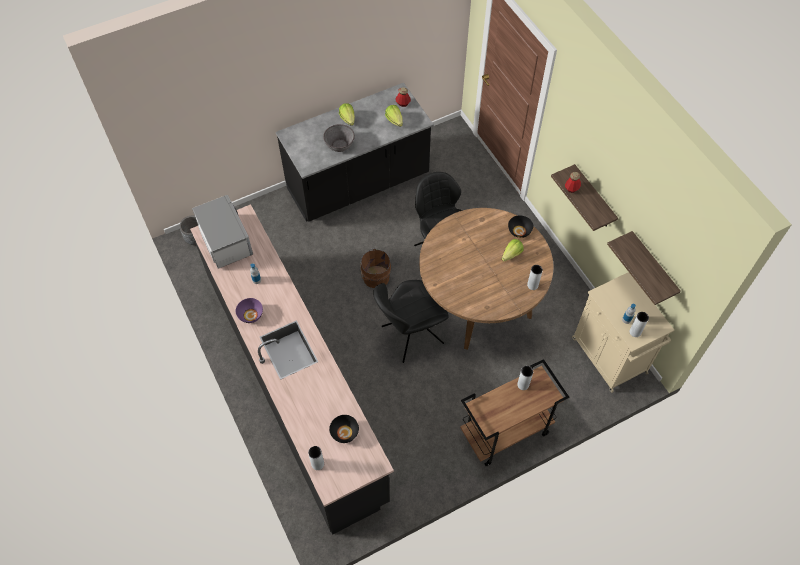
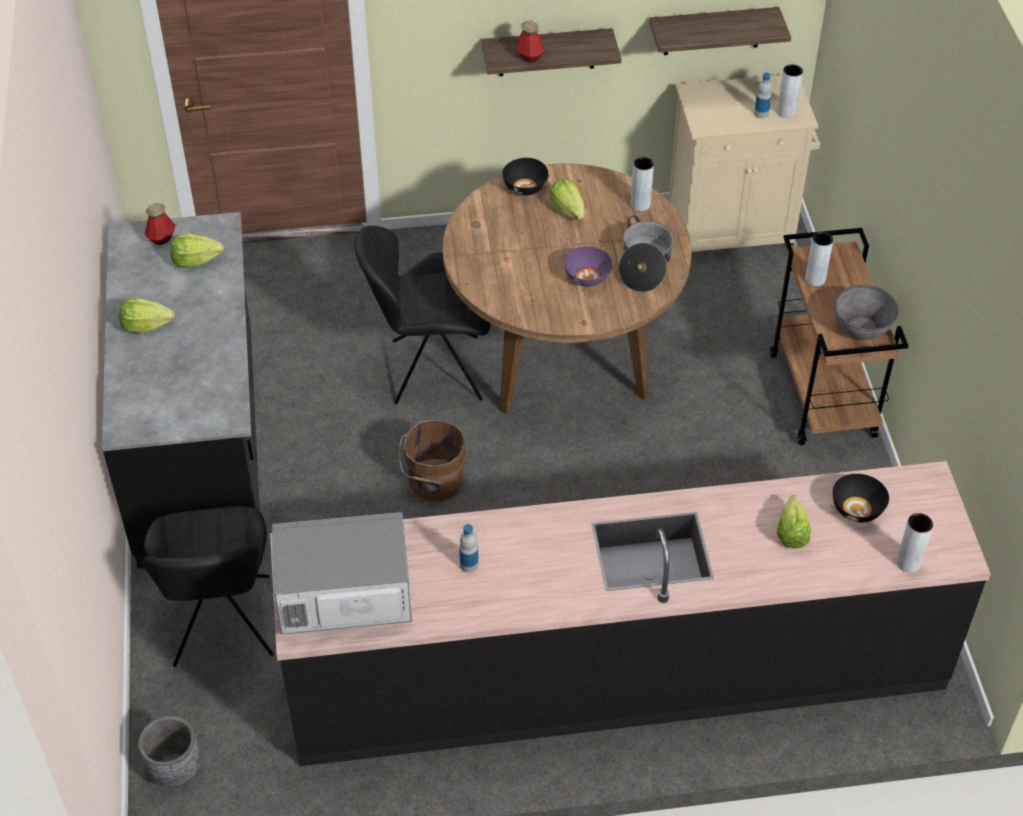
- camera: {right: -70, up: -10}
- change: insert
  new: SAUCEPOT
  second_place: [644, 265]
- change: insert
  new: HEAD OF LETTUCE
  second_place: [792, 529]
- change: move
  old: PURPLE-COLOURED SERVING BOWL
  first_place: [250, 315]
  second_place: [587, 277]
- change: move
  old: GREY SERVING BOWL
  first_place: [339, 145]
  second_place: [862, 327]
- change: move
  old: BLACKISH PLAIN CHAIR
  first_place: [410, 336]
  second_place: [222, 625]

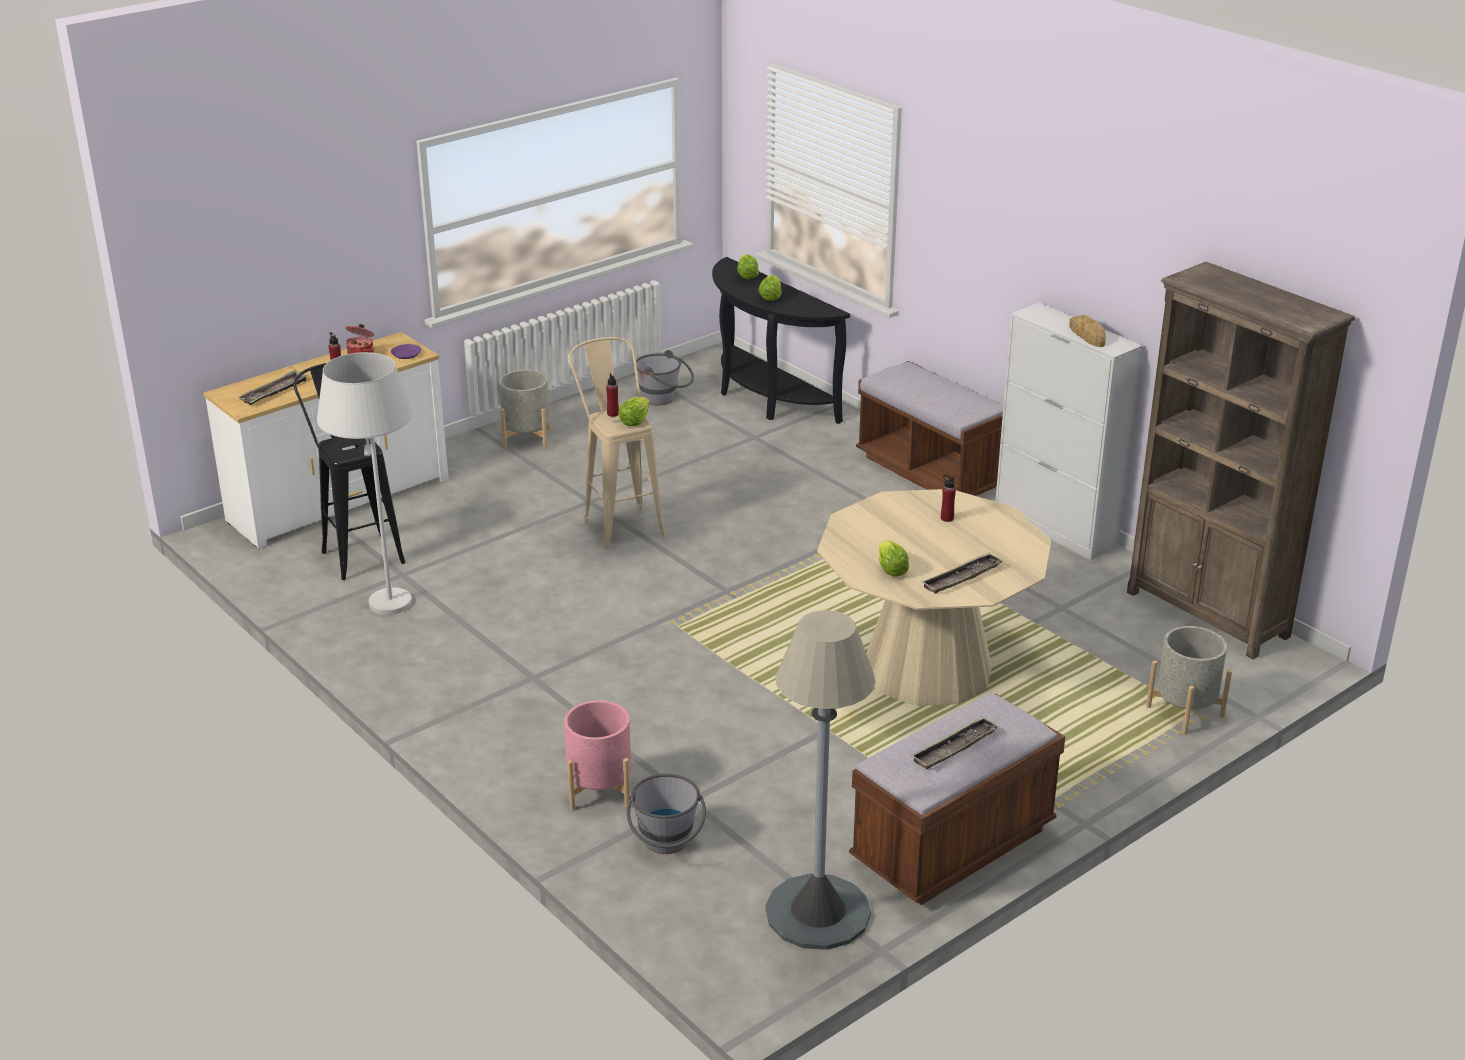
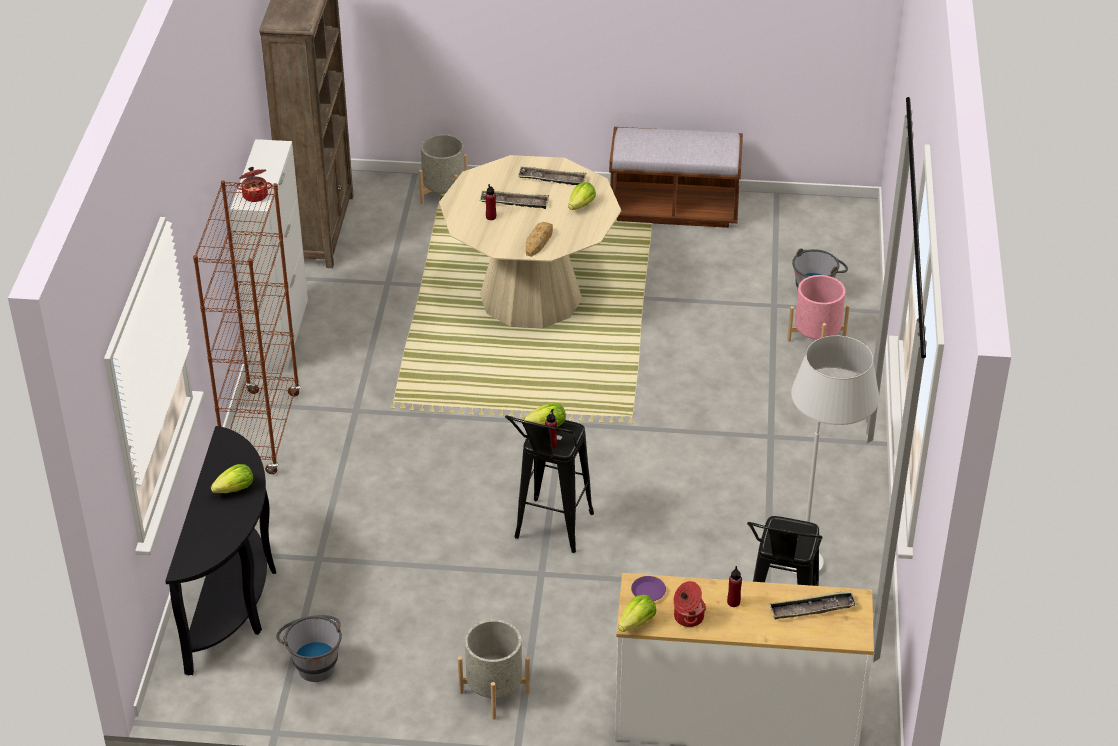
- camera: {right: -135, up: 10}
- change: delete
  old: GREY FLOOR LAMP
  first_place: [818, 913]
- change: insert
  new: SAUCEPOT
  second_place: [255, 195]
- change: move
  old: HEAD OF LETTUCE
  first_place: [747, 276]
  second_place: [637, 623]
- change: move
  old: CARRYING TRAY
  first_place: [954, 748]
  second_place: [514, 203]
- change: move
  old: BREAD
  first_place: [1087, 335]
  second_place: [538, 241]
- change: replace
  old: BROWNISH BENCH
  new: BROWNISH SHELVING UNIT
  first_place: [930, 471]
  second_place: [262, 432]
- change: recolor
  old: BEIGE-COLOURED SITTING STOOL
  new: BLACKISH SITTING STOOL
  first_place: [619, 523]
  second_place: [550, 534]

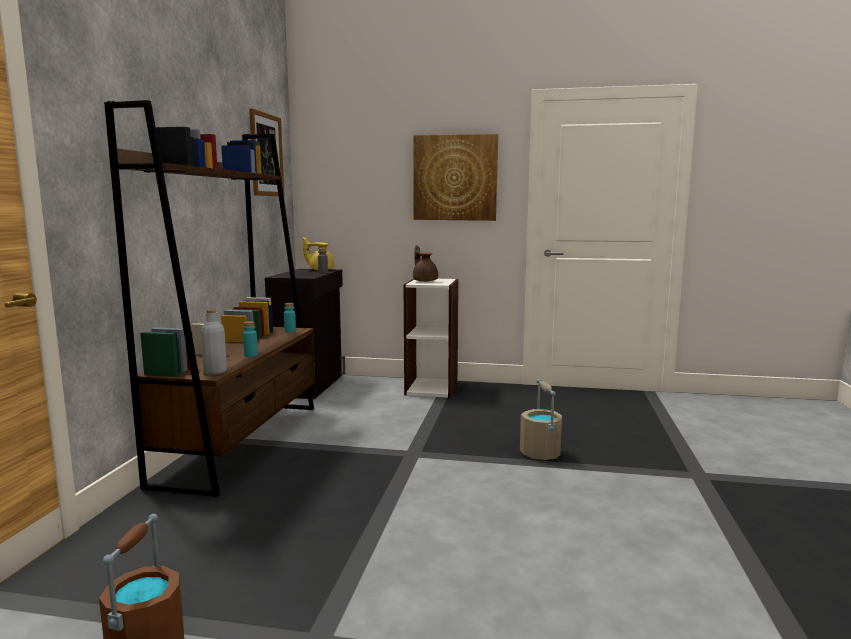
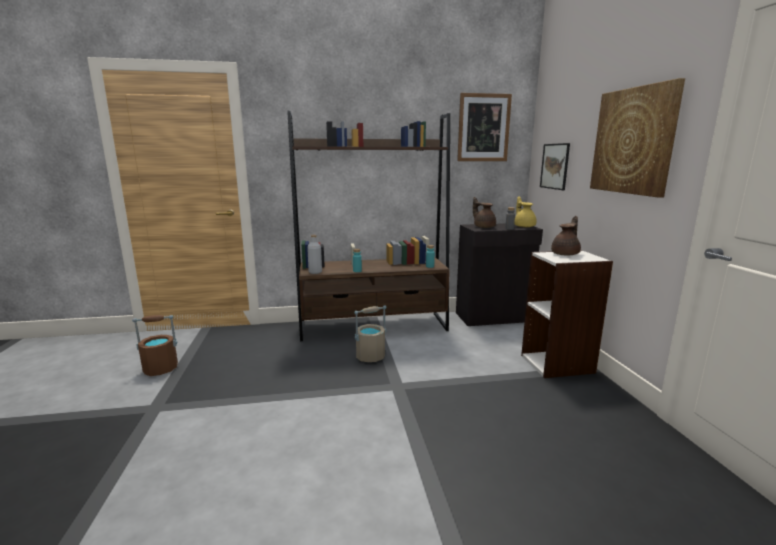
- camera: {right: 70, up: 5}
- change: insert
  new: BROWNISH POT FOR TEA
  second_place: [483, 227]
- change: insert
  new: PICTURE
  second_place: [554, 166]
- change: move
  old: BEIGE-COLOURED BUCKET
  first_place: [541, 453]
  second_place: [370, 356]

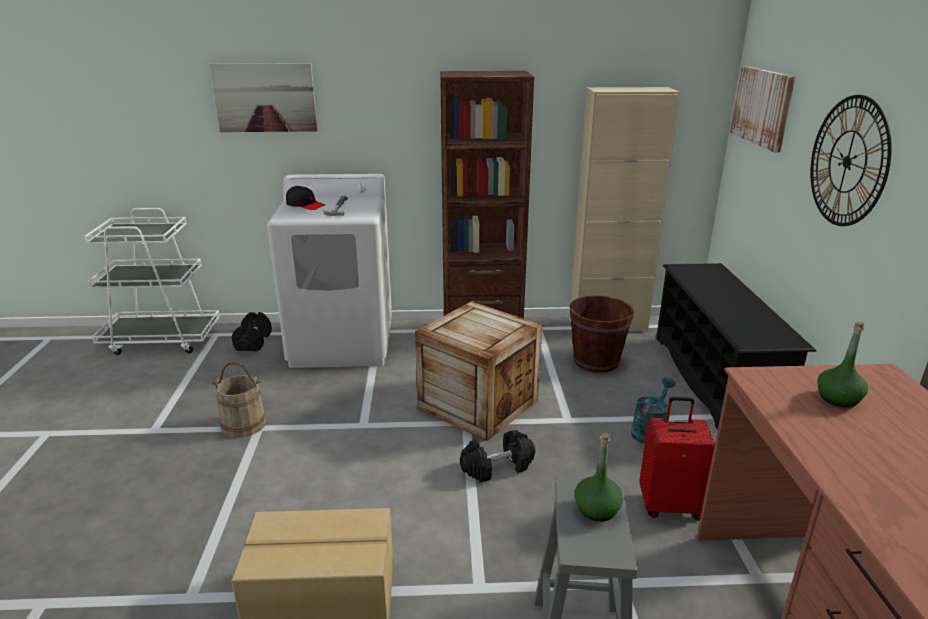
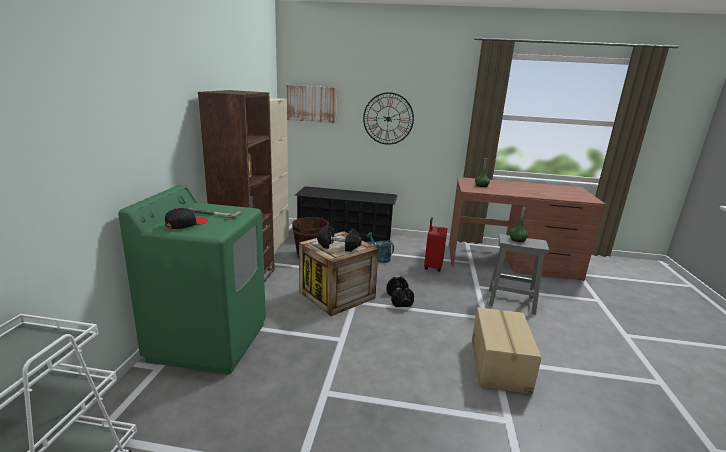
- camera: {right: -80, up: -5}
- change: delete
  old: PICTURE
  first_place: [265, 98]
- change: delete
  old: BEIGE-COLOURED BUCKET
  first_place: [243, 424]
- change: move
  old: BLACKISH FREE WEIGHT
  first_place: [253, 342]
  second_place: [339, 246]
- change: recolor
  old: WHITE WASHING MACHINE
  new: GREENISH WASHING MACHINE
  first_place: [343, 343]
  second_place: [209, 340]

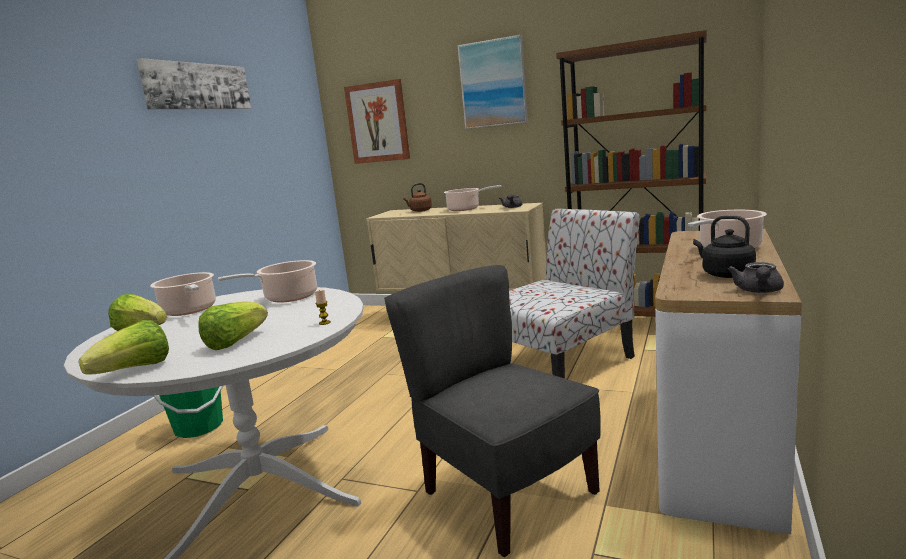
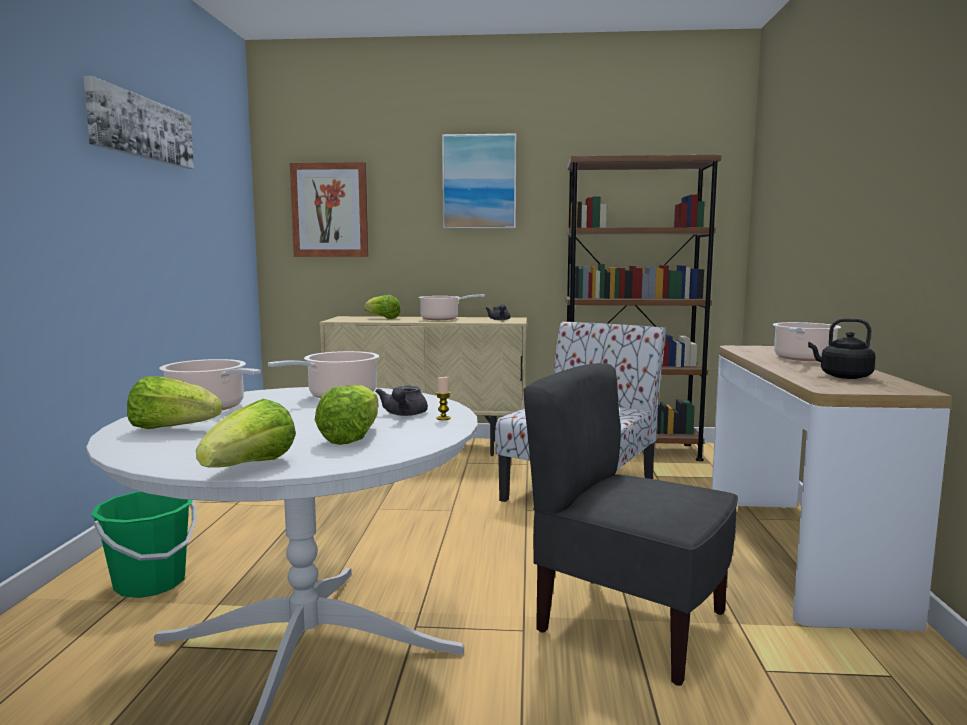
- camera: {right: -20, up: -5}
- change: move
  old: GREY POT FOR TEA
  first_place: [758, 291]
  second_place: [403, 414]
- change: replace
  old: BROWNISH KETTLE
  new: HEAD OF LETTUCE
  first_place: [420, 211]
  second_place: [382, 318]

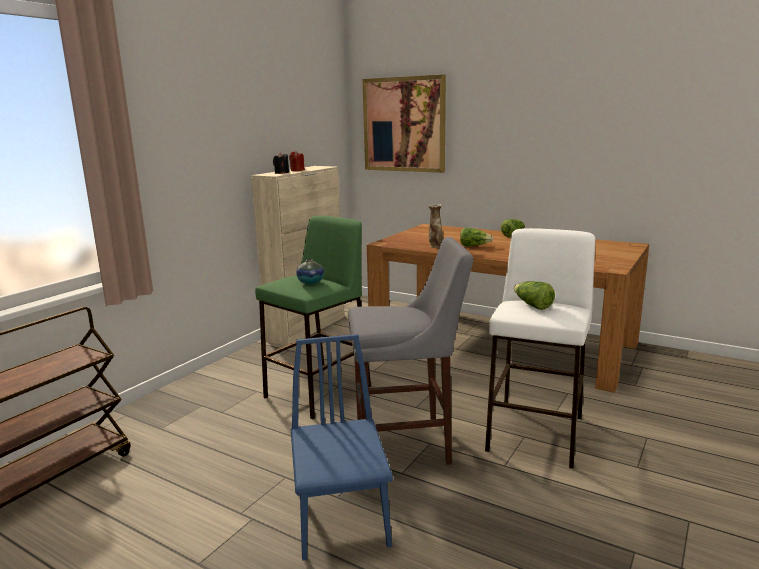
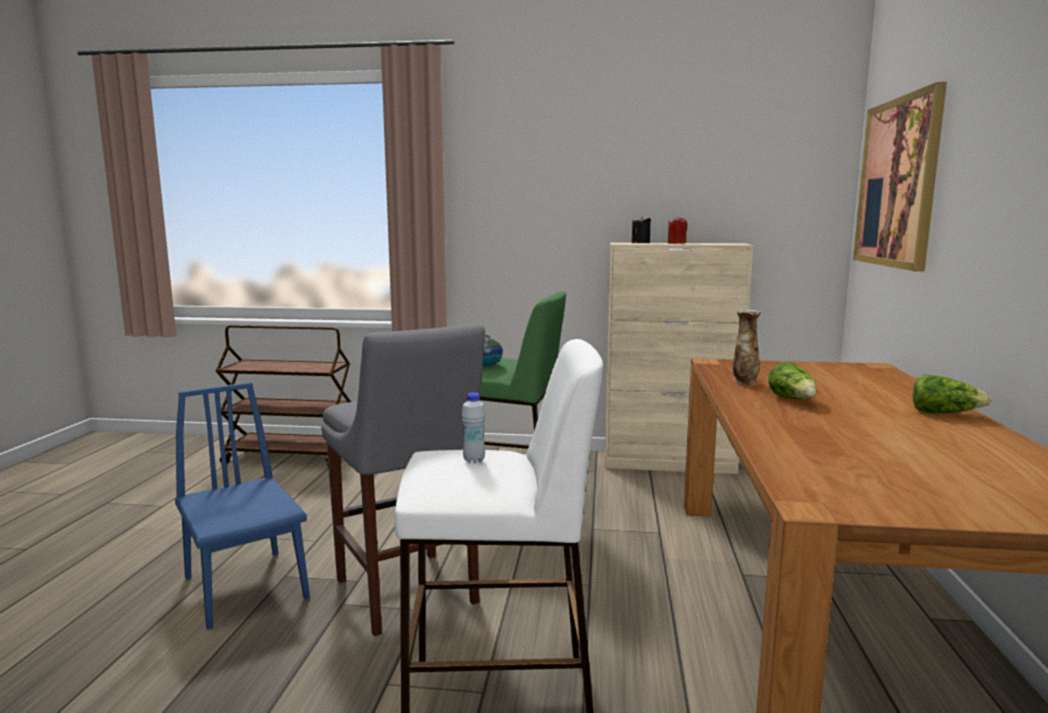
- camera: {right: 65, up: -5}
- change: replace
  old: HEAD OF LETTUCE
  new: WHITE BEVERAGE BOTTLE
  first_place: [532, 305]
  second_place: [474, 460]
- change: rotate
  old: BLUISH PLAIN CHAIR
  first_place: [341, 518]
  second_place: [246, 587]
  degrees: -90

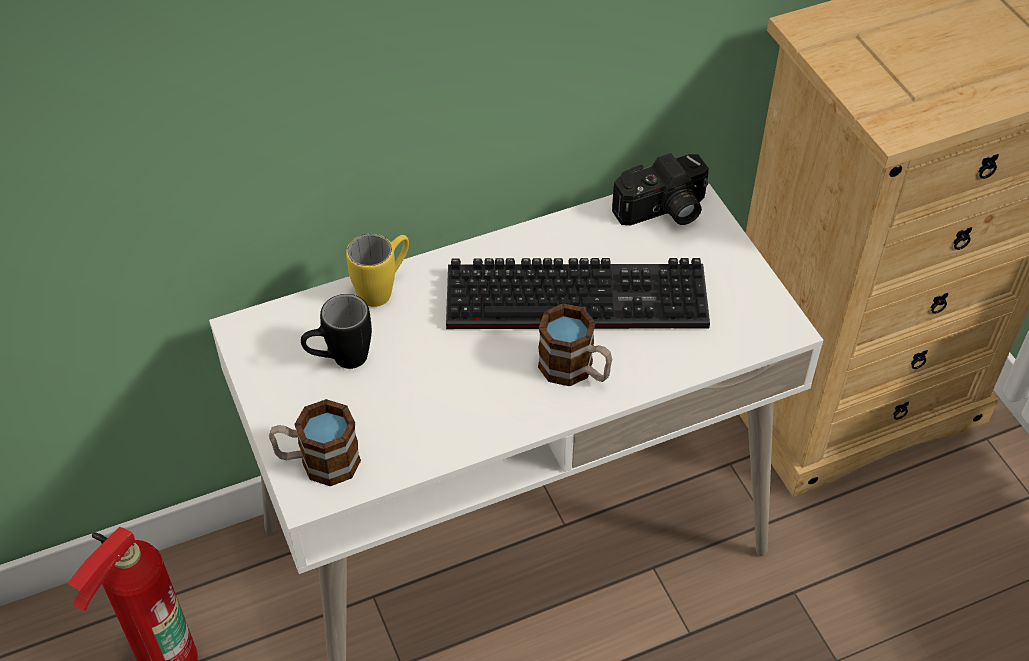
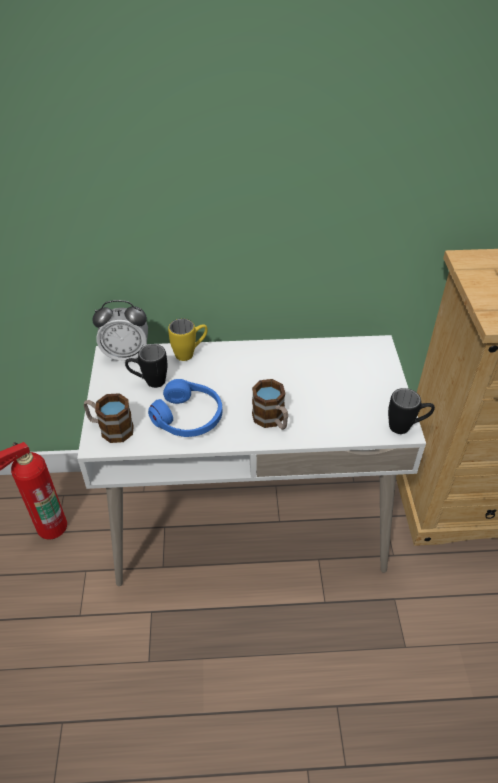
- camera: {right: 20, up: -5}
- change: delete
  old: KEYBOARD
  first_place: [580, 295]
- change: delete
  old: PHOTO CAMERA
  first_place: [663, 211]
- change: insert
  new: TABLE CLOCK
  second_place: [126, 355]
- change: insert
  new: BLUISH HEADPHONES
  second_place: [188, 417]
- change: insert
  new: BLACKISH MUG
  second_place: [406, 427]

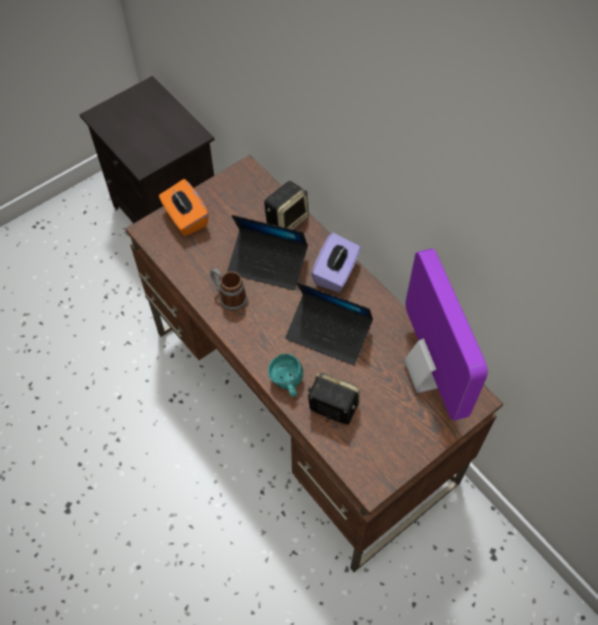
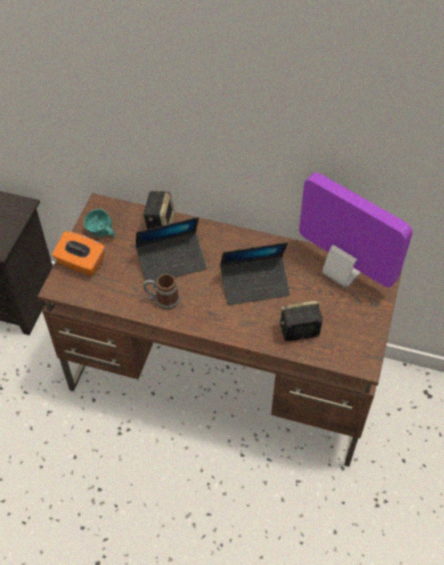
- camera: {right: -35, up: -5}
- change: delete
  old: PURPLE-COLOURED BOX OF TISSUES
  first_place: [335, 273]
- change: move
  old: TURQUOISE MUG
  first_place: [286, 383]
  second_place: [101, 234]

